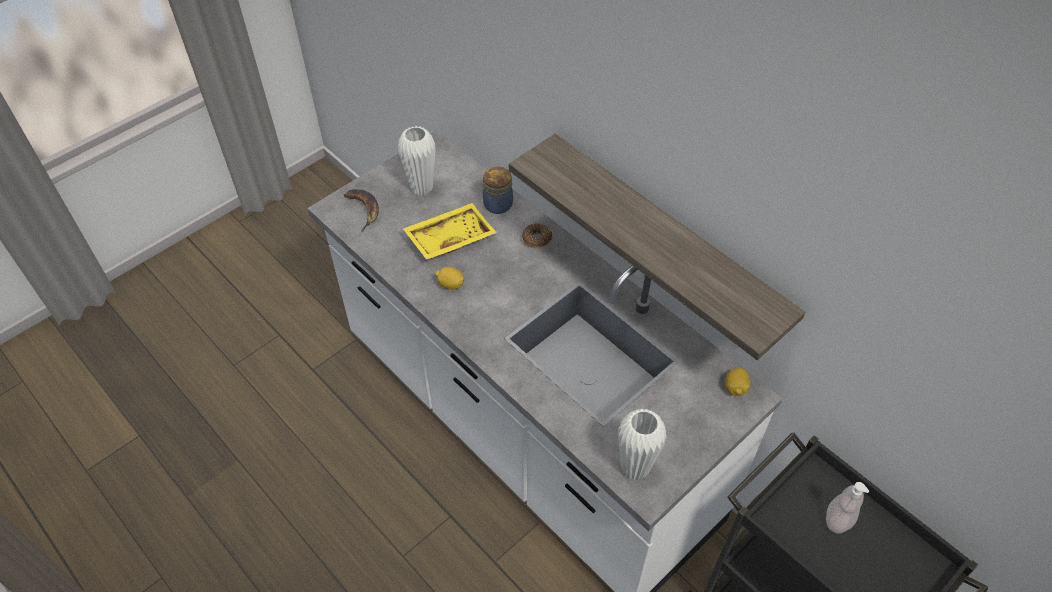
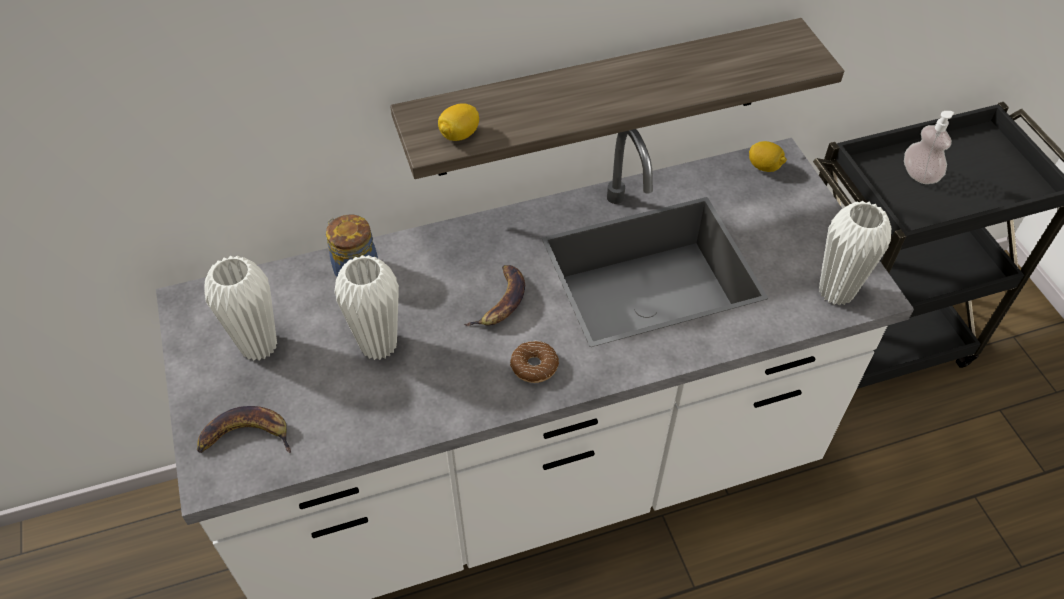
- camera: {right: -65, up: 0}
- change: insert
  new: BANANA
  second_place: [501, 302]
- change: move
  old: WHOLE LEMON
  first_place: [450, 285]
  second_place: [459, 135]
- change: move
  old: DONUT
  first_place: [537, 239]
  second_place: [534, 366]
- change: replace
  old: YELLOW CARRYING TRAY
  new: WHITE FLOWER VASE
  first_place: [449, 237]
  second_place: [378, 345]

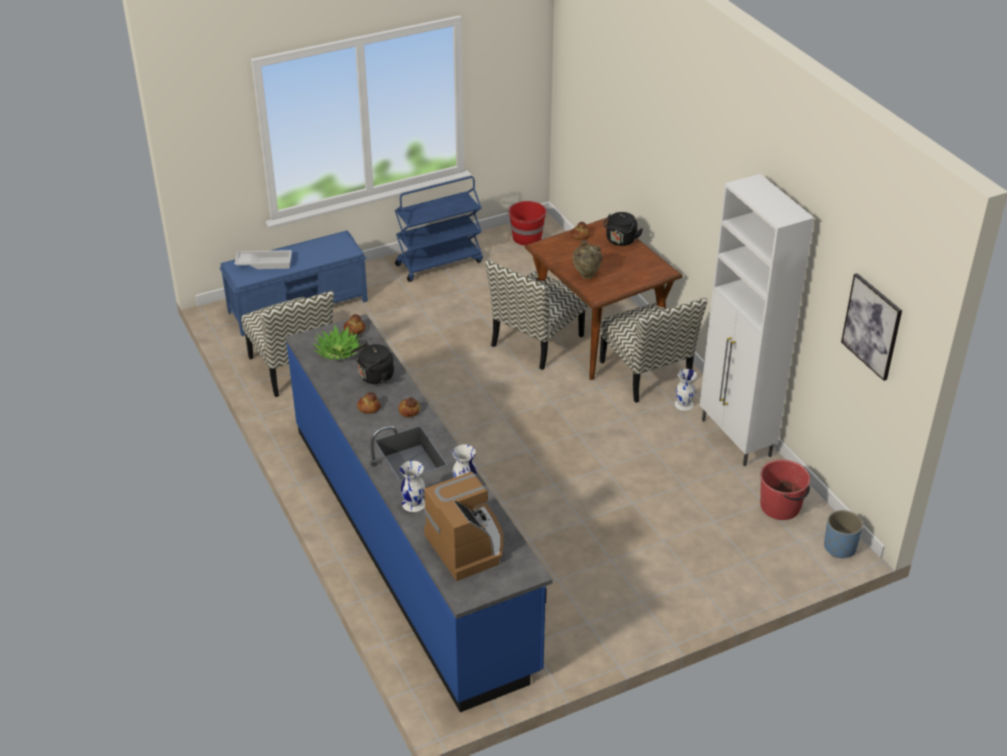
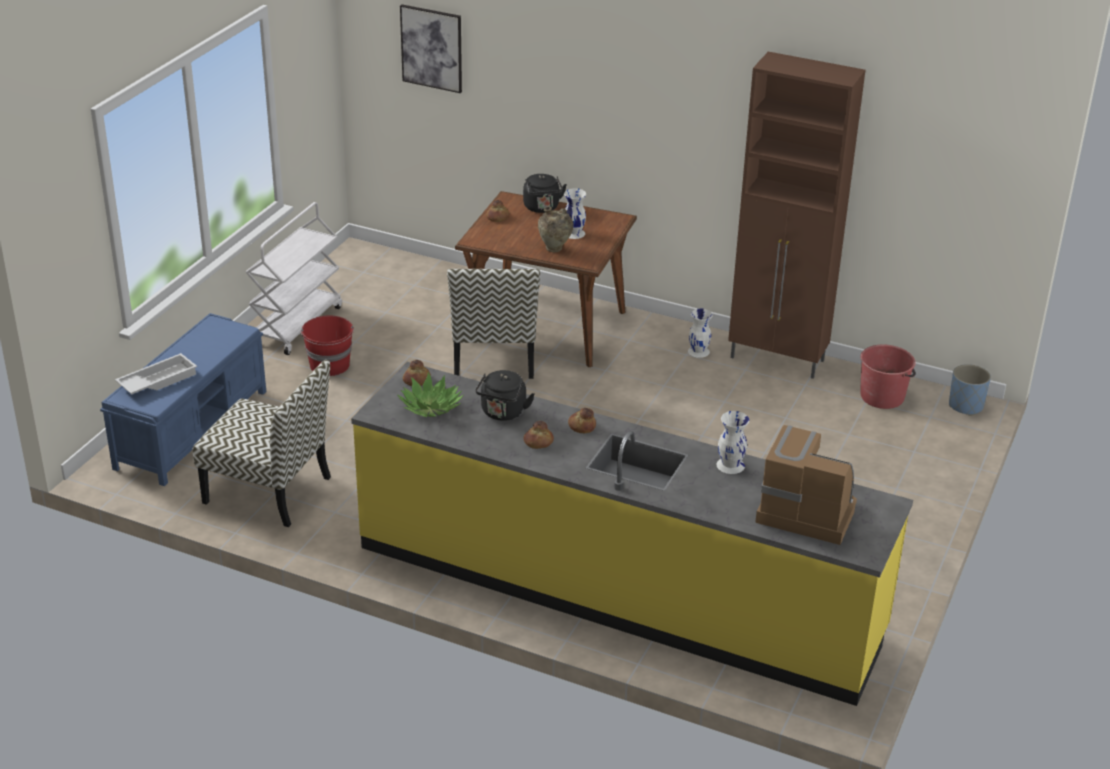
- camera: {right: -40, up: -5}
- change: delete
  old: PLAIN CHAIR
  first_place: [647, 373]
- change: move
  old: WHITE FLOWER VASE
  first_place: [413, 503]
  second_place: [573, 233]
- change: move
  old: RED-COLOURED BUCKET
  first_place: [527, 238]
  second_place: [330, 365]
- change: move
  old: PICTURE
  first_place: [872, 326]
  second_place: [432, 48]
- change: recolor
  old: BLUISH COUNTER
  new: YELLOW COUNTER
  first_place: [411, 543]
  second_place: [617, 589]
- change: recolor
  old: BLUISH CART
  new: WHITE CART
  first_place: [439, 263]
  second_place: [297, 325]
- change: recolor
  old: WHITE STORAGE CABINET
  new: BROWNISH STORAGE CABINET
  first_place: [736, 439]
  second_place: [778, 360]

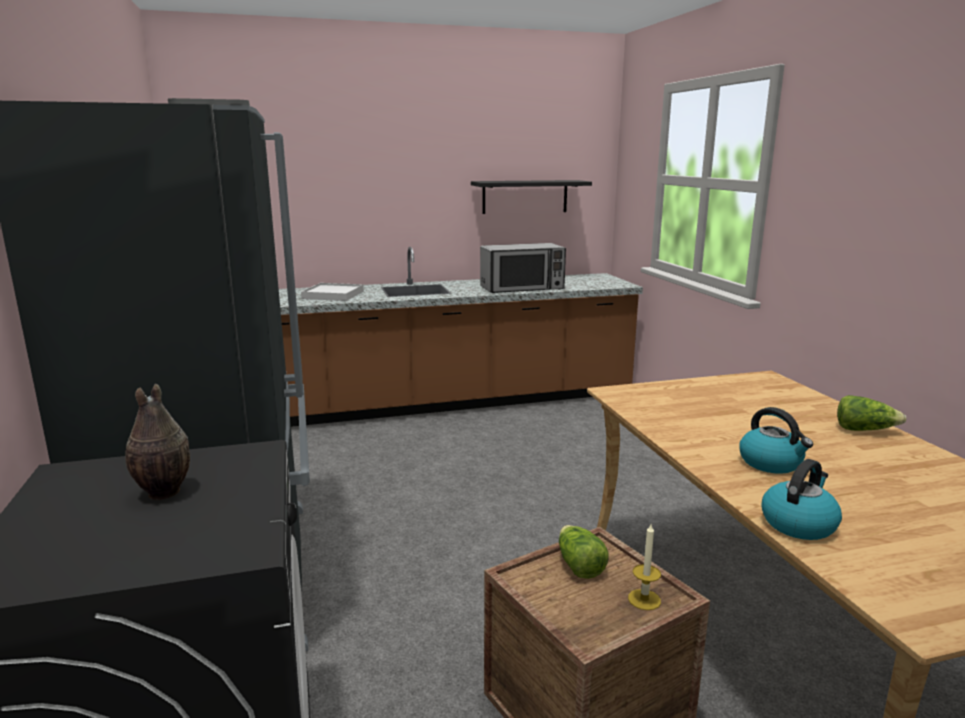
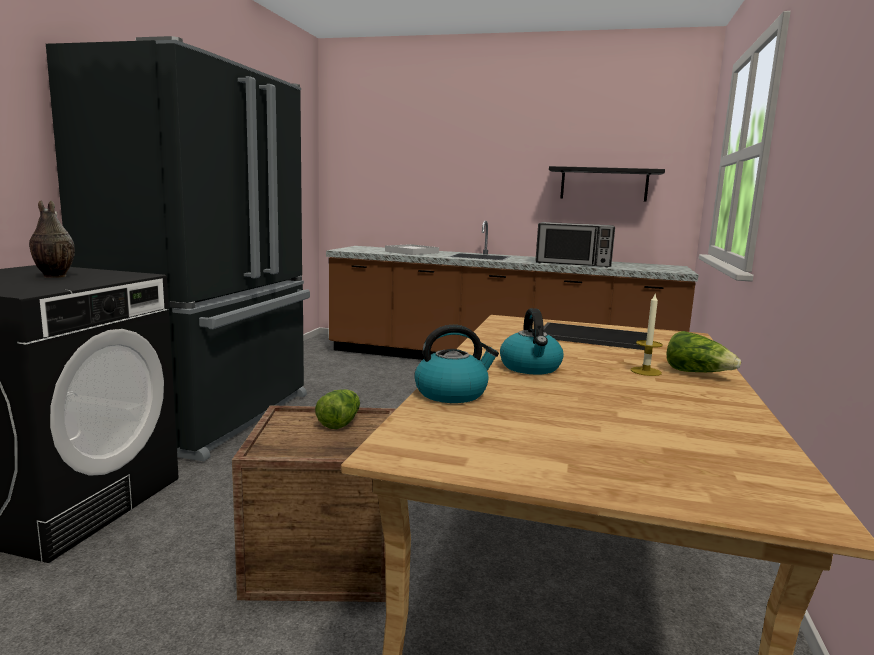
- camera: {right: 30, up: -5}
- change: insert
  new: CARRYING TRAY
  second_place: [594, 337]
- change: move
  old: CANDLE
  first_place: [644, 599]
  second_place: [646, 371]

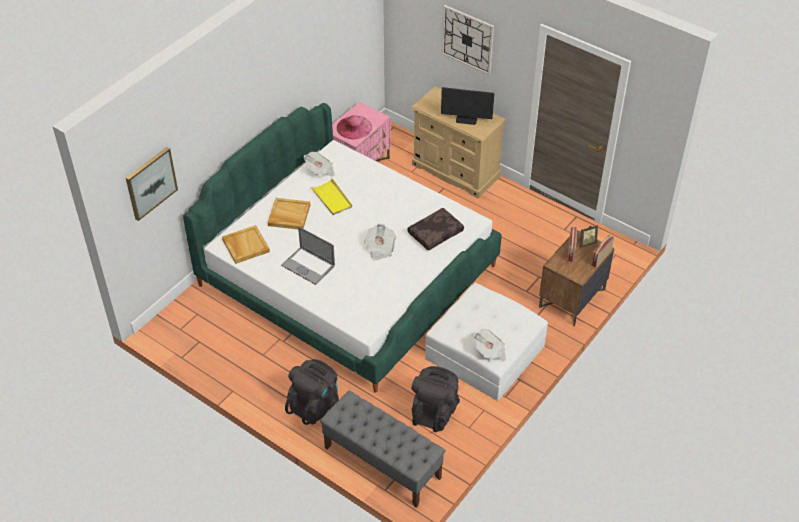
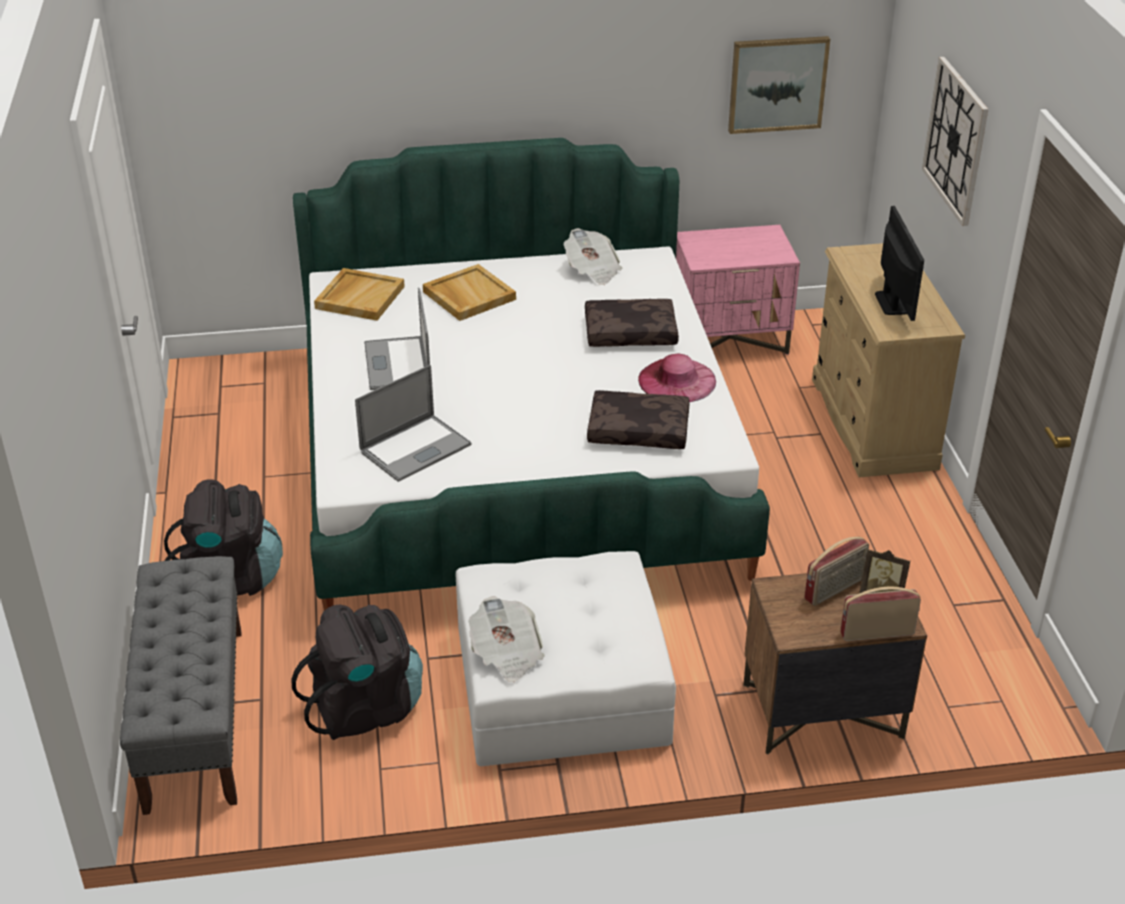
- camera: {right: 45, up: -10}
- change: delete
  old: YELLOW CARRYING TRAY
  first_place: [332, 198]
- change: delete
  old: NEWSPAPER
  first_place: [379, 249]
- change: insert
  new: PORTABLE COMPUTER
  second_place: [415, 448]
- change: insert
  new: BROWNISH THROW PILLOW
  second_place: [631, 332]
- change: move
  old: PICTURE
  first_place: [151, 183]
  second_place: [777, 84]
- change: move
  old: PINK HAT
  first_place: [354, 127]
  second_place: [677, 380]
- change: rotate
  old: COMPUTER SCREEN
  first_place: [466, 119]
  second_place: [892, 303]
  degrees: -150

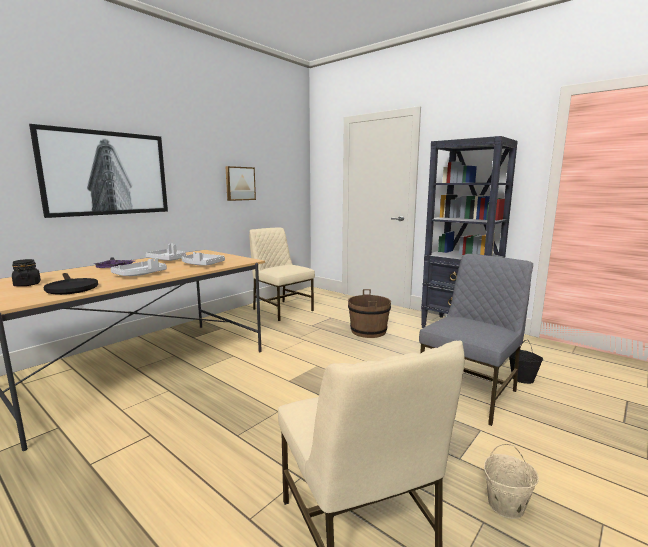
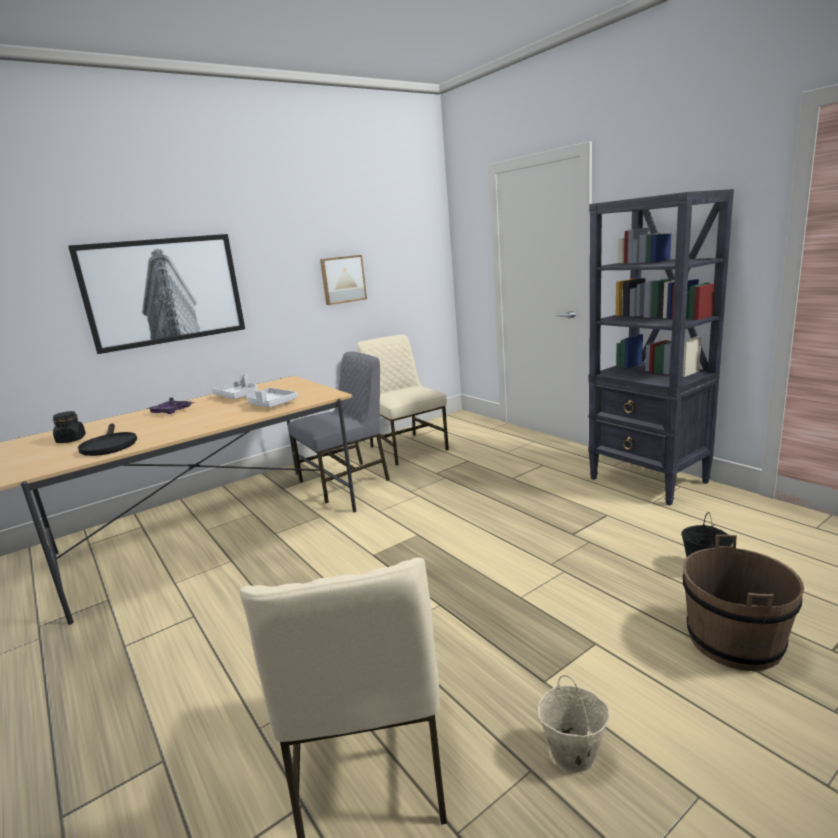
- camera: {right: 15, up: 5}
- change: delete
  old: GREY CARRYING TRAY
  first_place: [140, 275]
- change: move
  old: BROWNISH BUCKET
  first_place: [368, 331]
  second_place: [734, 641]
- change: move
  old: GREY PLAIN CHAIR
  first_place: [470, 393]
  second_place: [346, 481]

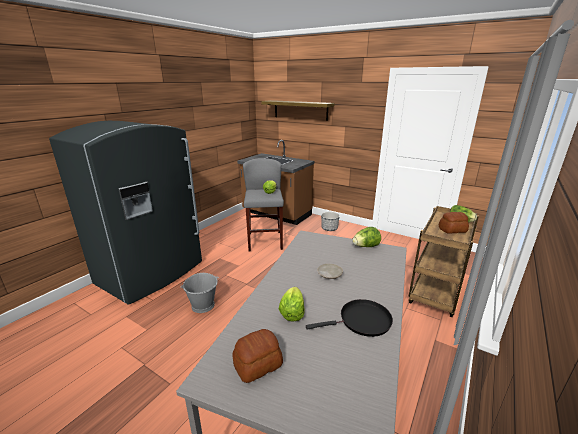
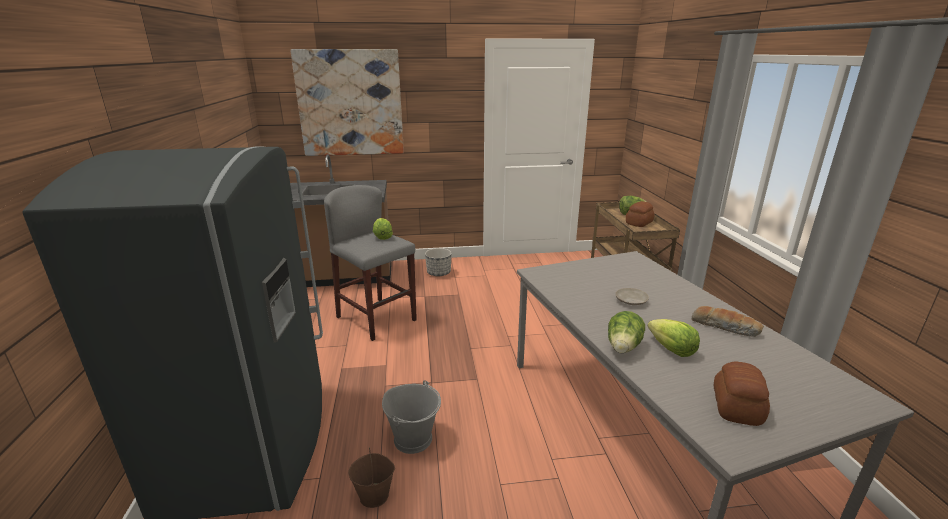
- camera: {right: -40, up: 0}
- change: insert
  new: BROWNISH BUCKET
  second_place: [375, 495]
- change: move
  old: HEAD OF LETTUCE
  first_place: [365, 246]
  second_place: [623, 348]
- change: replace
  old: WALL SHELF
  new: PICTURE
  first_place: [300, 110]
  second_place: [350, 103]
- change: replace
  old: BLACKISH SKILLET
  new: BREAD
  first_place: [362, 321]
  second_place: [725, 327]

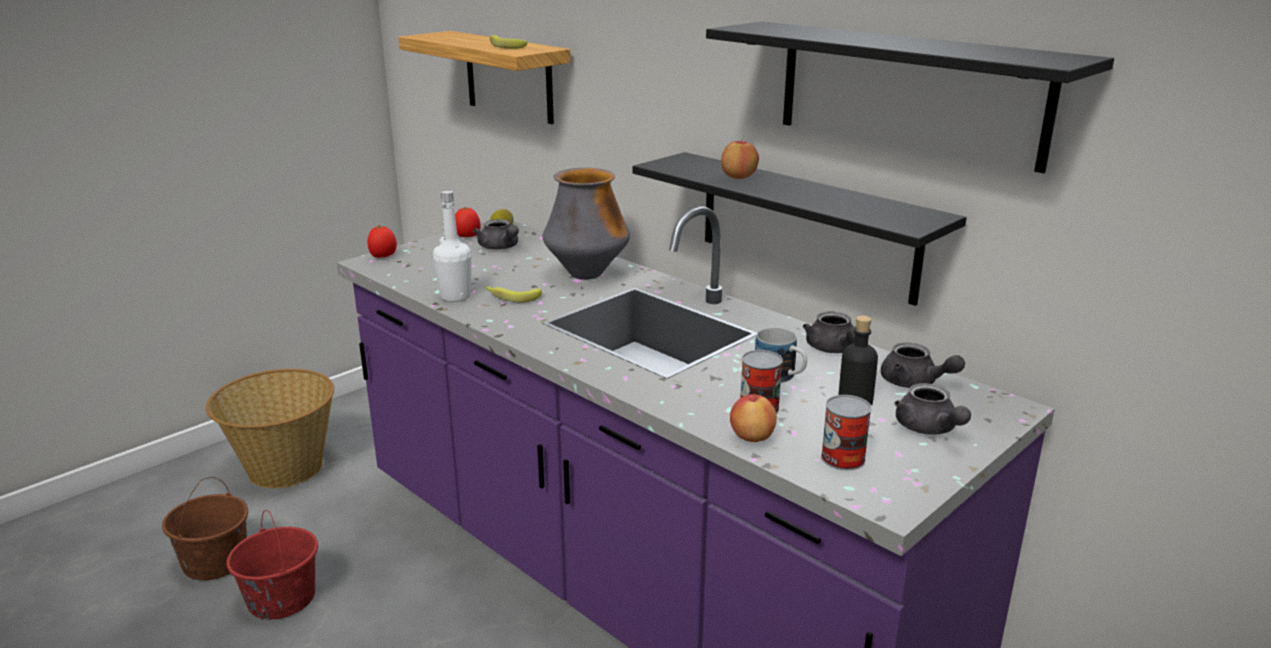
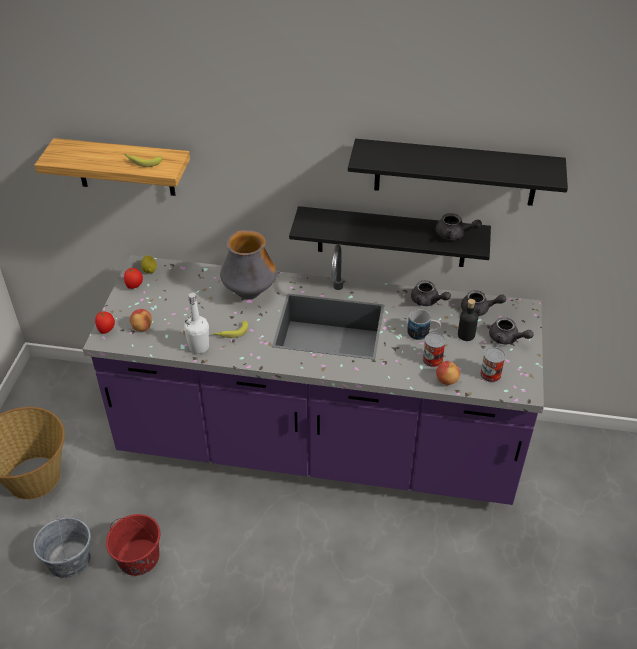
- camera: {right: -35, up: 20}
- change: move
  old: GREY POT FOR TEA
  first_place: [500, 248]
  second_place: [454, 235]
- change: move
  old: APPLE FRUIT
  first_place: [738, 177]
  second_place: [142, 327]
- change: recolor
  old: BROWNISH BUCKET
  new: GREY BUCKET
  first_place: [216, 561]
  second_place: [69, 559]

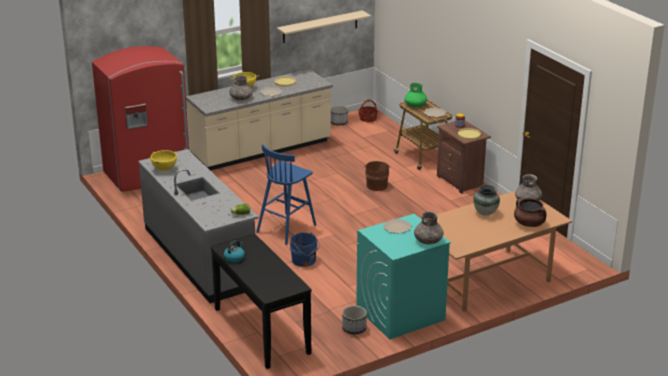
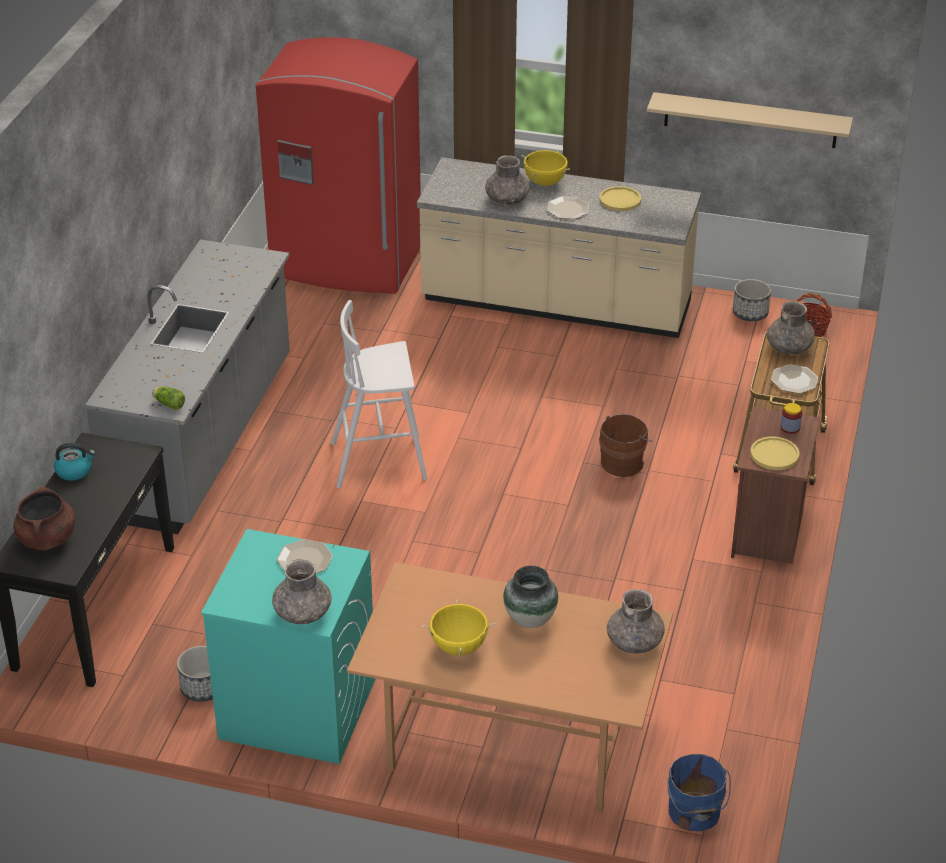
- camera: {right: 45, up: 10}
- change: move
  old: YELLOW SAUCEPOT
  first_place: [164, 169]
  second_place: [459, 647]
- change: move
  old: BLUISH BUCKET
  first_place: [304, 261]
  second_place: [694, 813]
- change: move
  old: BROWNISH SAUCEPOT
  first_place: [529, 223]
  second_place: [47, 539]
- change: recolor
  old: BLUISH SITTING STOOL
  new: WHITE SITTING STOOL
  first_place: [287, 228]
  second_place: [380, 461]
- change: recolor
  old: GREENISH FLOWER VASE
  new: GREY FLOWER VASE
  first_place: [415, 105]
  second_place: [789, 348]

